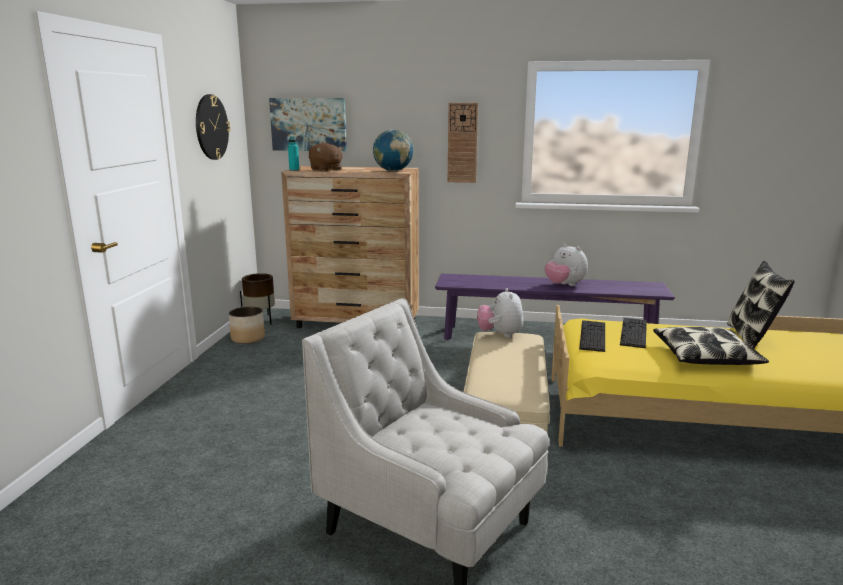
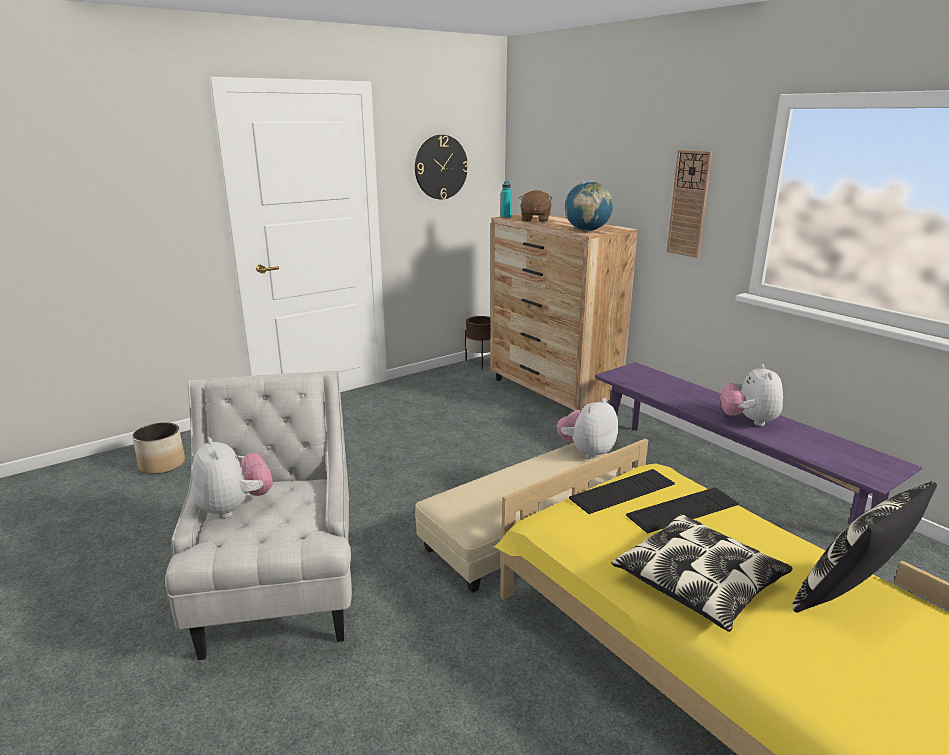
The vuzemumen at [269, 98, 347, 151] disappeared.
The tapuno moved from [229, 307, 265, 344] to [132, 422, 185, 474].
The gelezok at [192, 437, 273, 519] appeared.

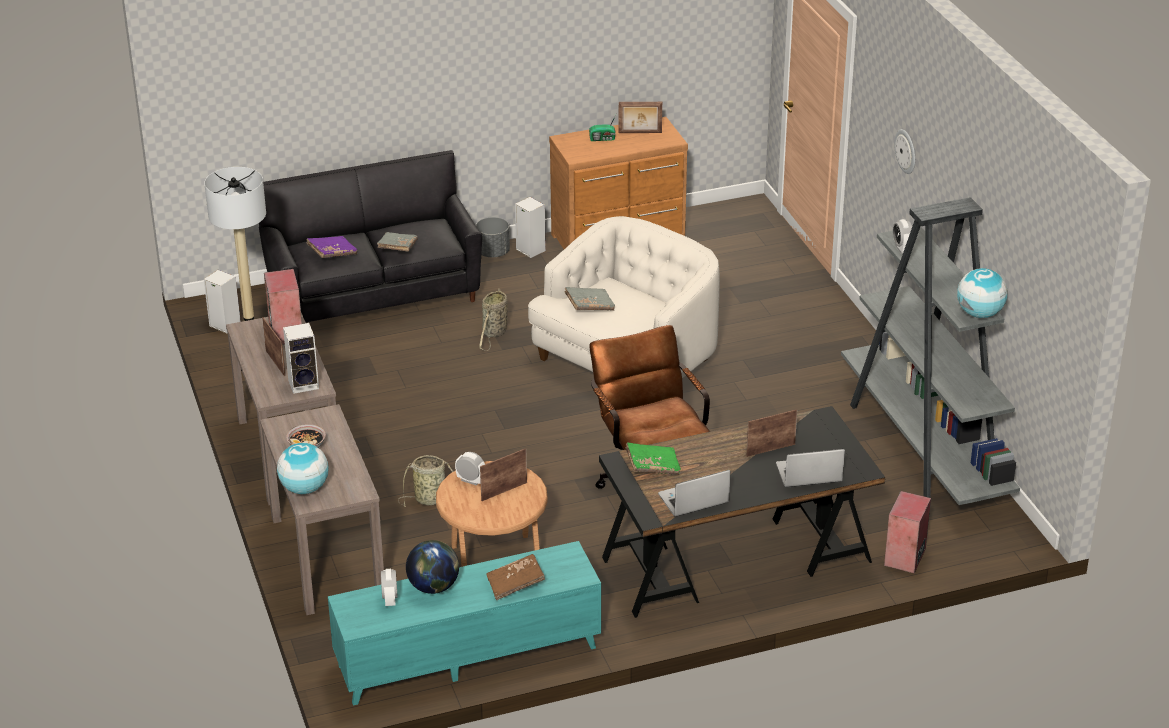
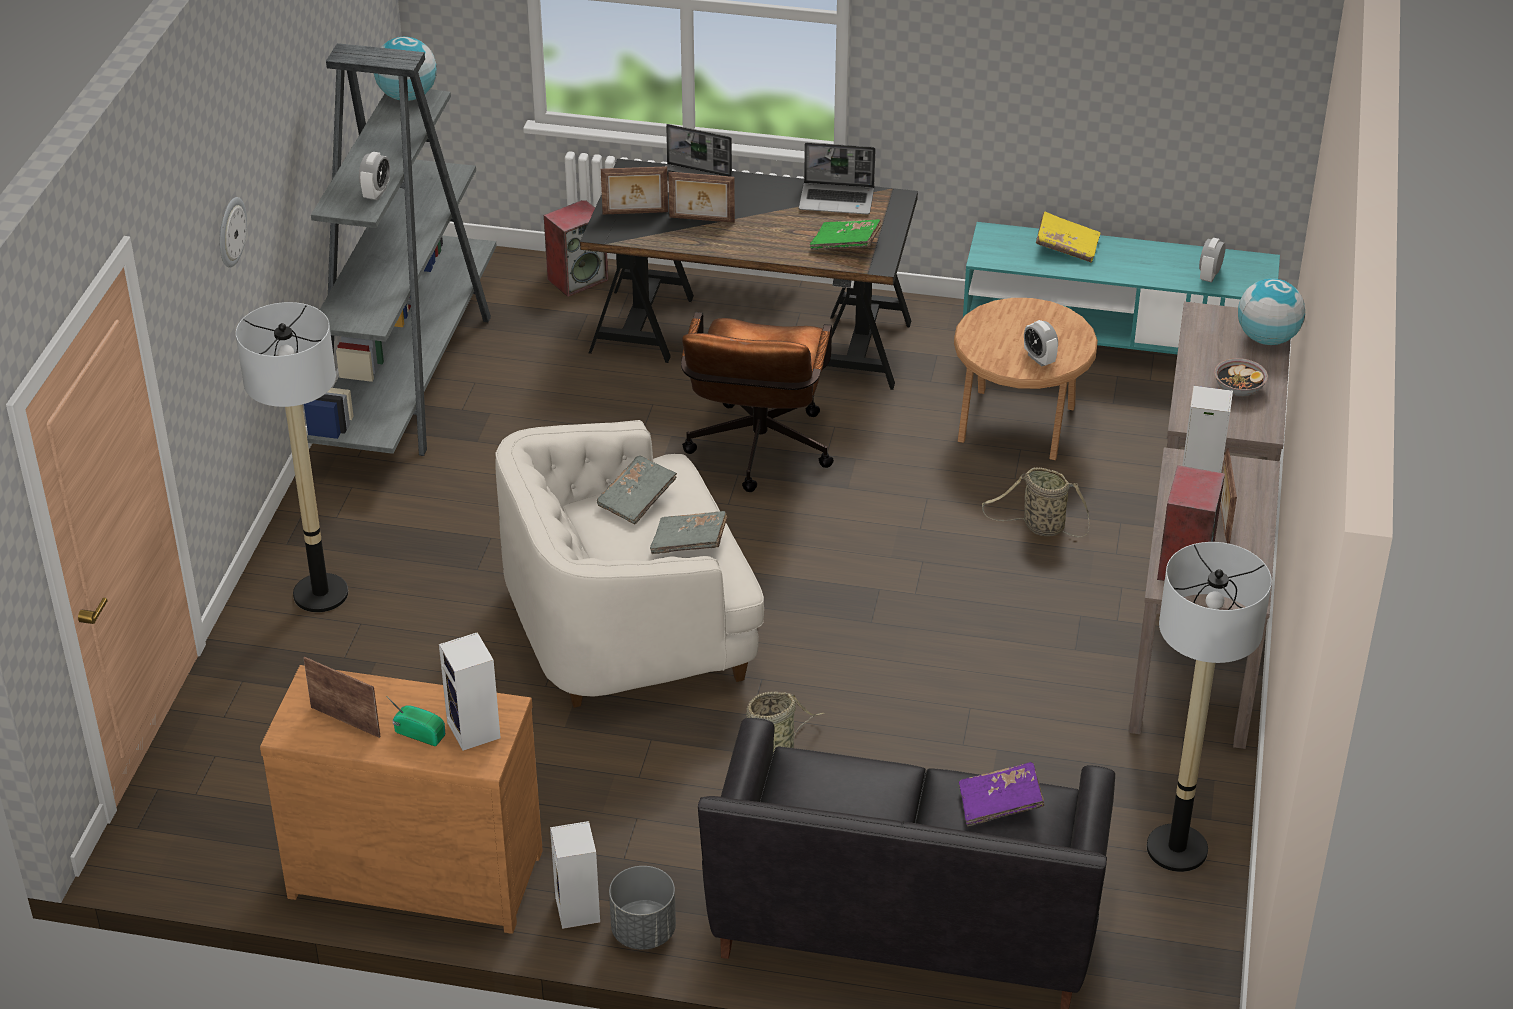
The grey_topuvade moved from [377, 232, 418, 252] to [597, 456, 677, 524].
The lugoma moved from [204, 270, 241, 334] to [439, 632, 501, 751].
The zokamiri moved from [480, 448, 527, 501] to [601, 166, 668, 214].
The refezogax at [406, 540, 459, 594] disappeared.
The brown_topuvade at [486, 554, 545, 600] became the yellow_topuvade at [1036, 211, 1100, 263].
The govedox at [236, 302, 348, 612] appeared.

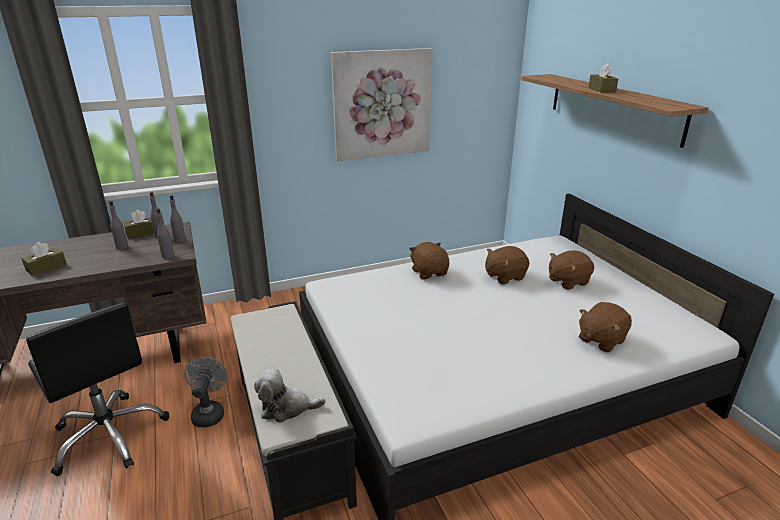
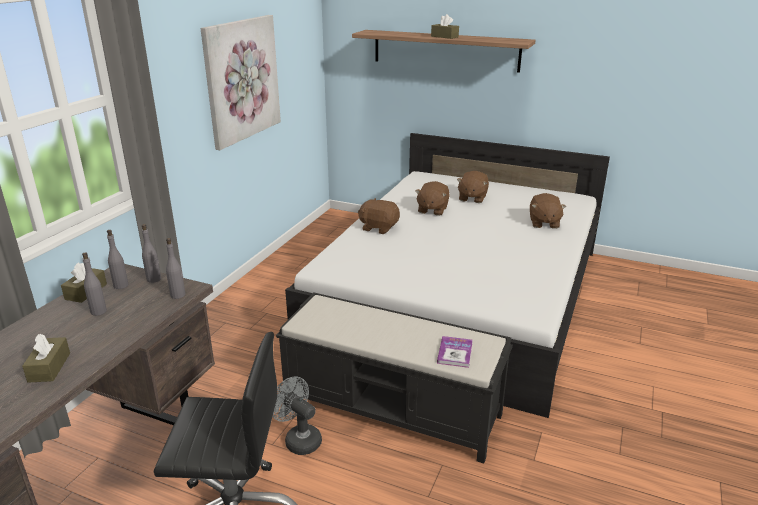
The gelezok at [254, 368, 325, 423] was replaced by the topuvade at [437, 336, 473, 368].

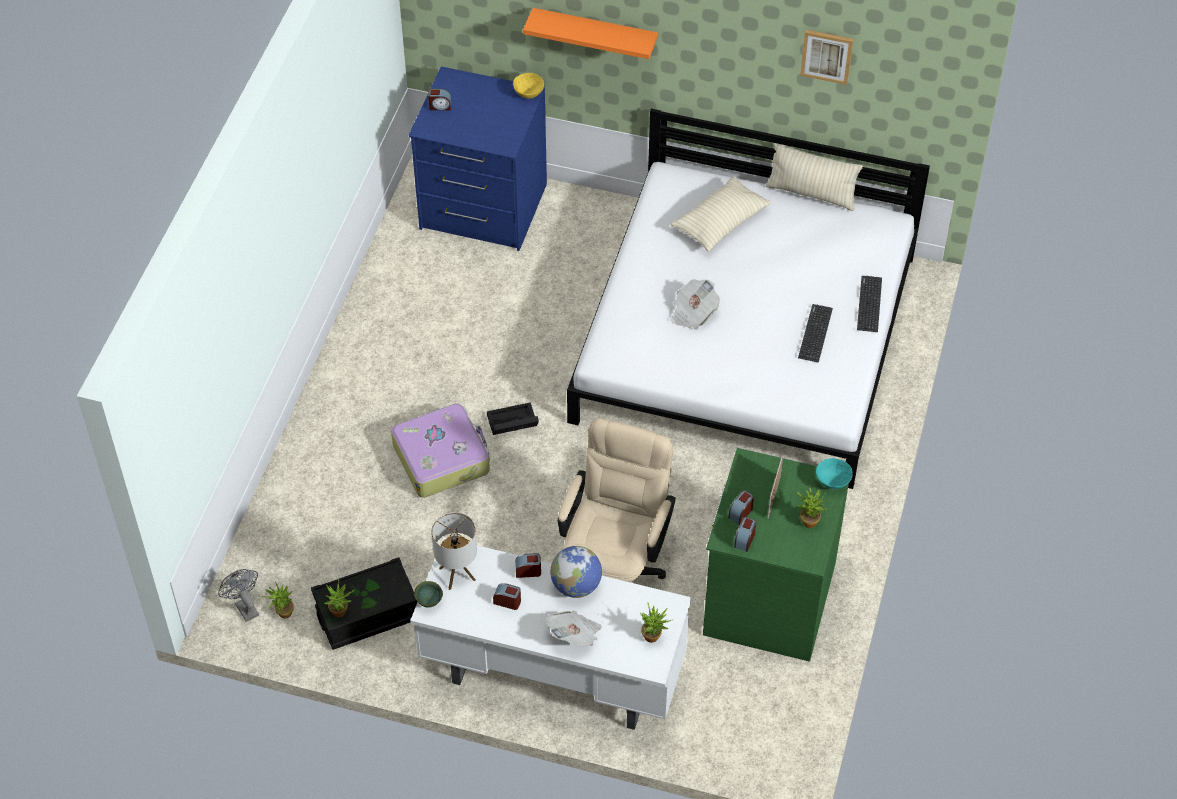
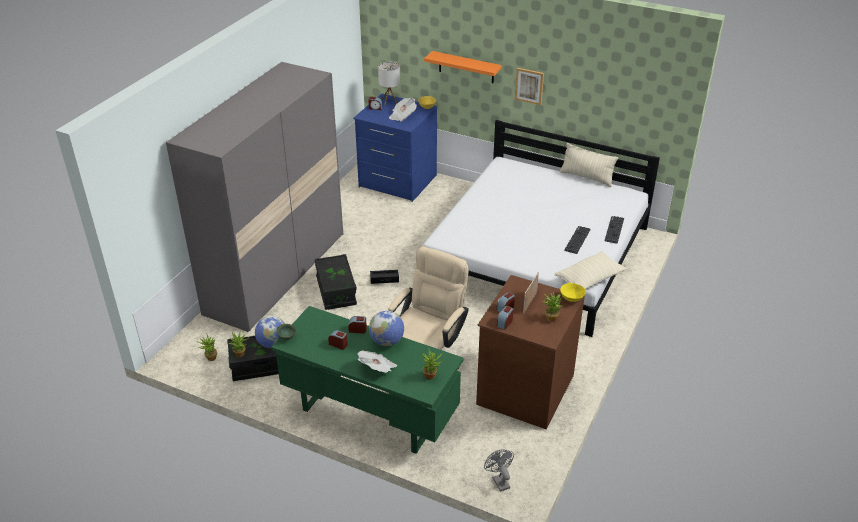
The vuzemumen moved from [800, 30, 853, 85] to [515, 68, 544, 105].
The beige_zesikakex moved from [671, 176, 771, 252] to [555, 251, 627, 289].
The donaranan moved from [671, 279, 720, 330] to [389, 98, 417, 122].
The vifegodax at [391, 403, 490, 498] was replaced by the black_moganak at [315, 254, 357, 310].
The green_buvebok at [703, 448, 849, 661] became the brown_buvebok at [476, 275, 585, 429].
The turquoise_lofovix at [816, 458, 853, 489] became the yellow_lofovix at [560, 283, 586, 302].
The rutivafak moved from [431, 512, 477, 590] to [378, 62, 400, 105].
The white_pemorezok at [410, 537, 692, 730] became the green_pemorezok at [271, 306, 463, 454].
The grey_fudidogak moved from [218, 569, 259, 622] to [484, 449, 514, 492].
The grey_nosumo at [166, 62, 343, 332] appeared.
The refezogax at [255, 316, 285, 348] appeared.

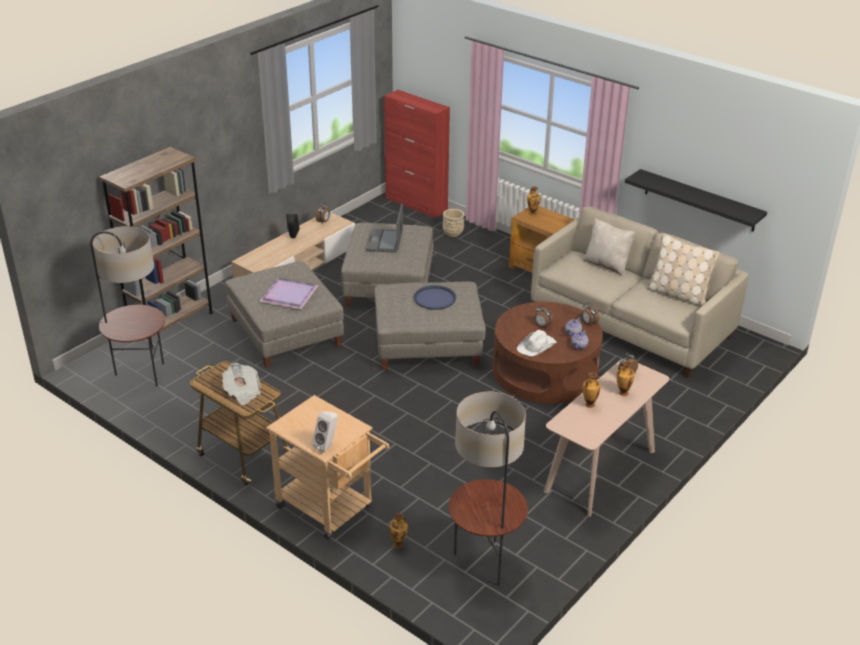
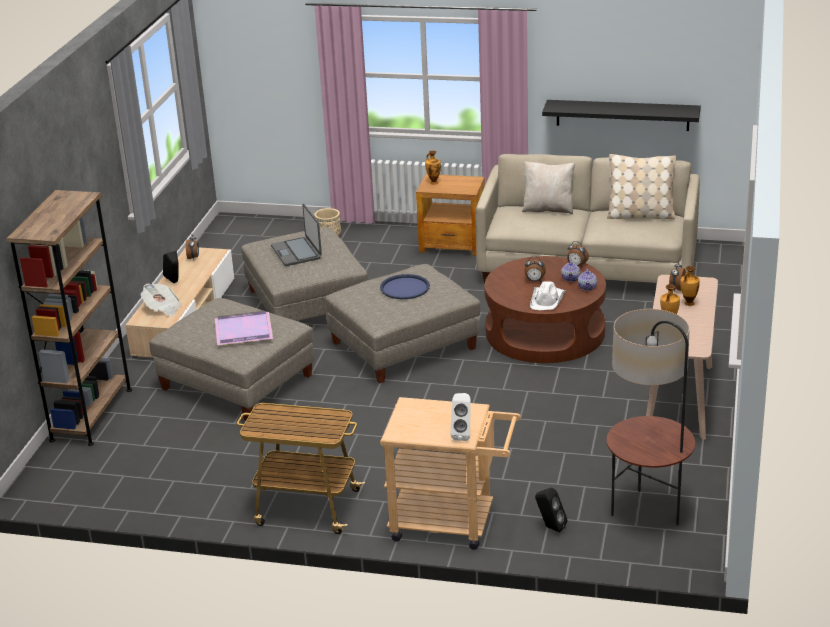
The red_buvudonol at [384, 90, 450, 218] disappeared.
The govedox at [90, 226, 165, 387] disappeared.
The donaranan moved from [222, 363, 261, 405] to [141, 283, 182, 316].
The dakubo at [390, 513, 408, 548] was replaced by the black_lugoma at [535, 488, 567, 533].

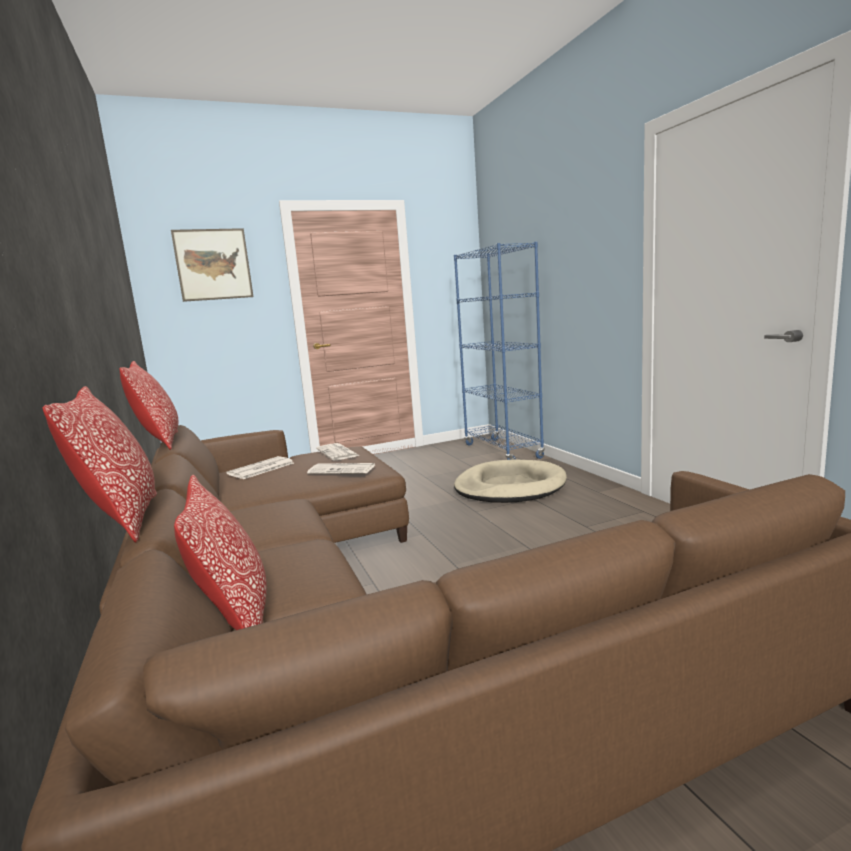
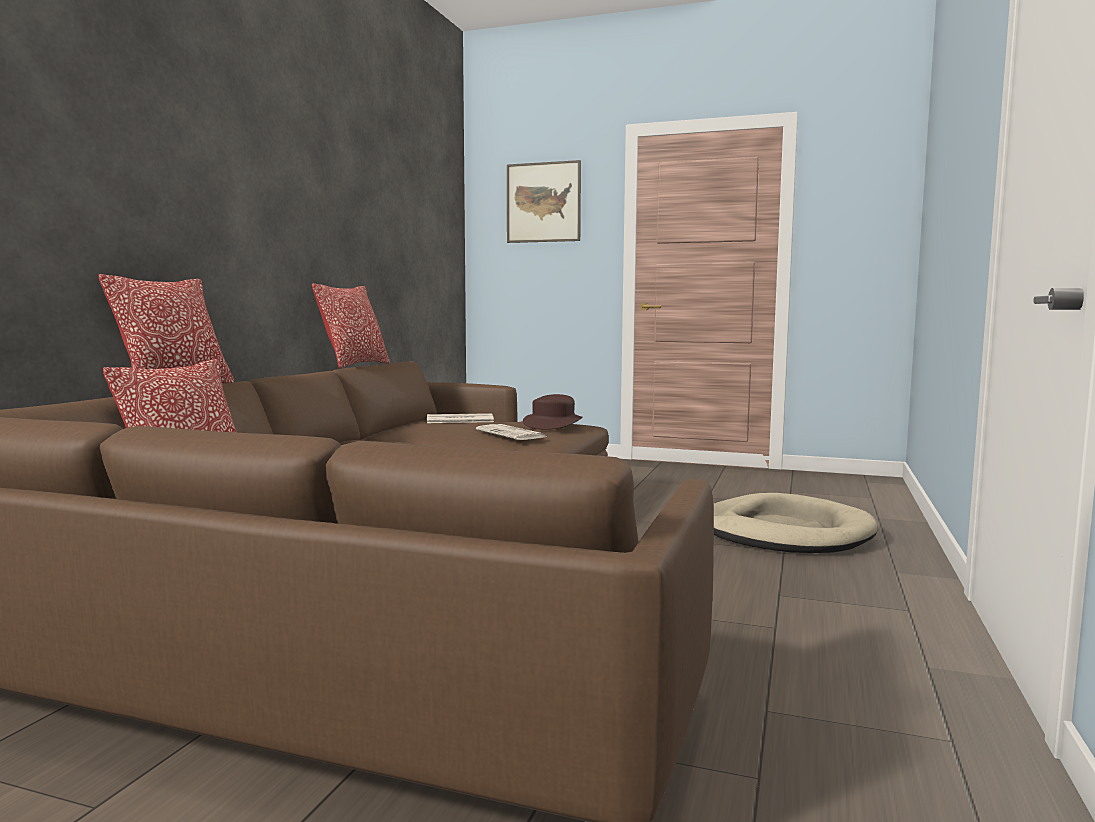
The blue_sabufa at [454, 242, 545, 460] disappeared.
The donaranan at [316, 443, 360, 460] was replaced by the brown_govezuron at [523, 394, 583, 430].

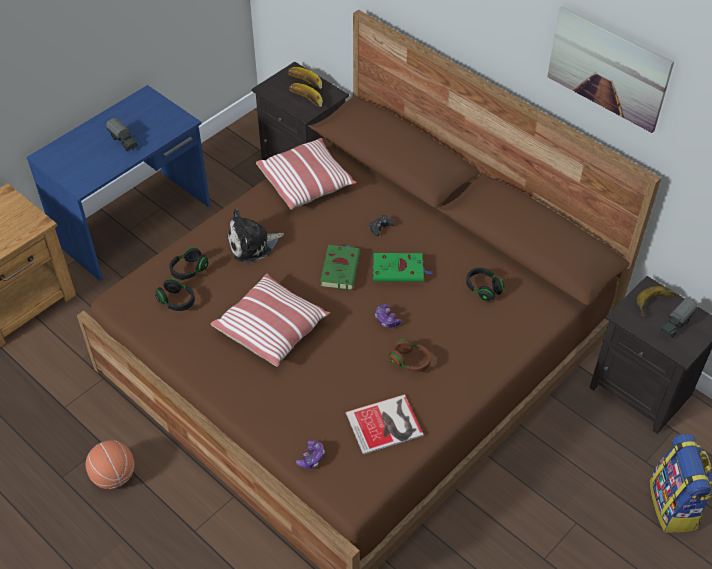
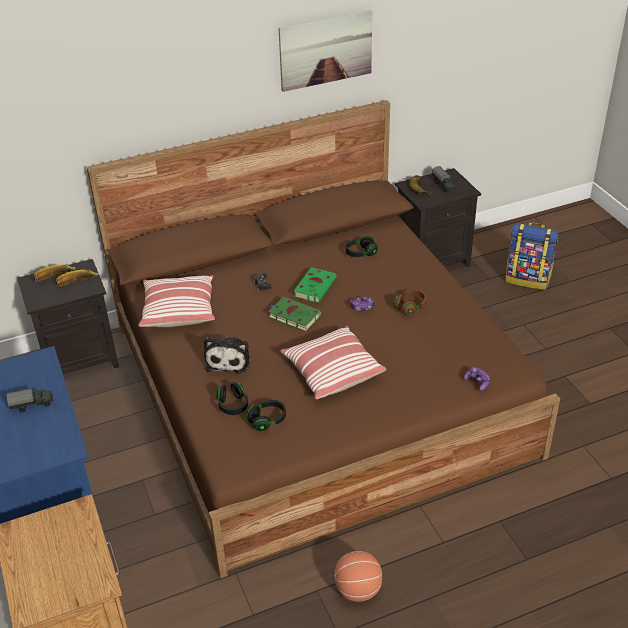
The topuvade at [346, 394, 424, 455] disappeared.

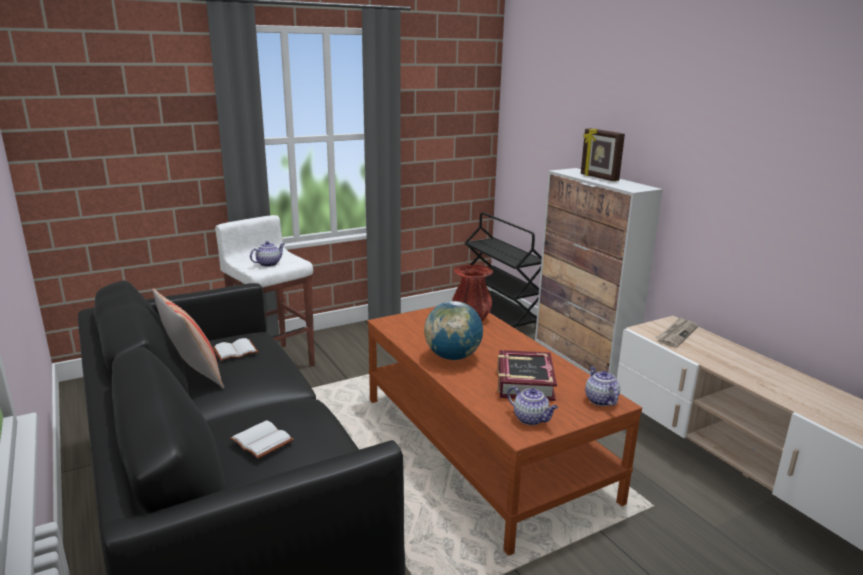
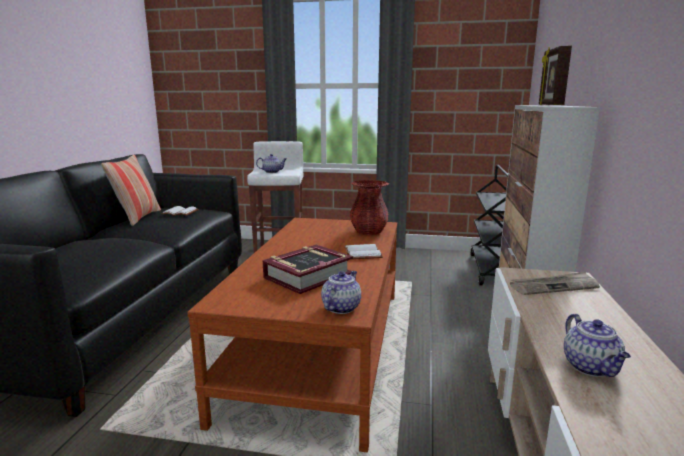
The refezogax at [424, 301, 483, 360] disappeared.
The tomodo moved from [507, 386, 558, 425] to [564, 314, 631, 377].
The white_topuvade moved from [230, 420, 294, 459] to [344, 244, 383, 260].

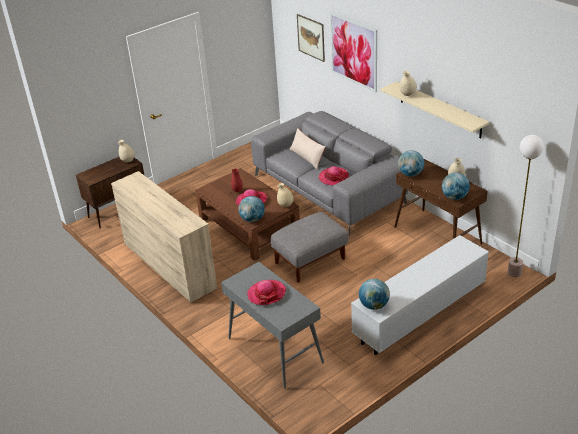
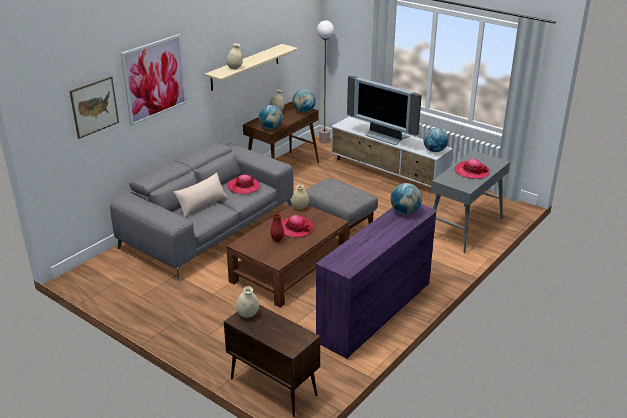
The beige_buvebok at [111, 171, 217, 303] became the purple_buvebok at [315, 204, 437, 359].
The refezogax moved from [238, 196, 265, 222] to [391, 183, 422, 214].
The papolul at [347, 76, 422, 146] appeared.

